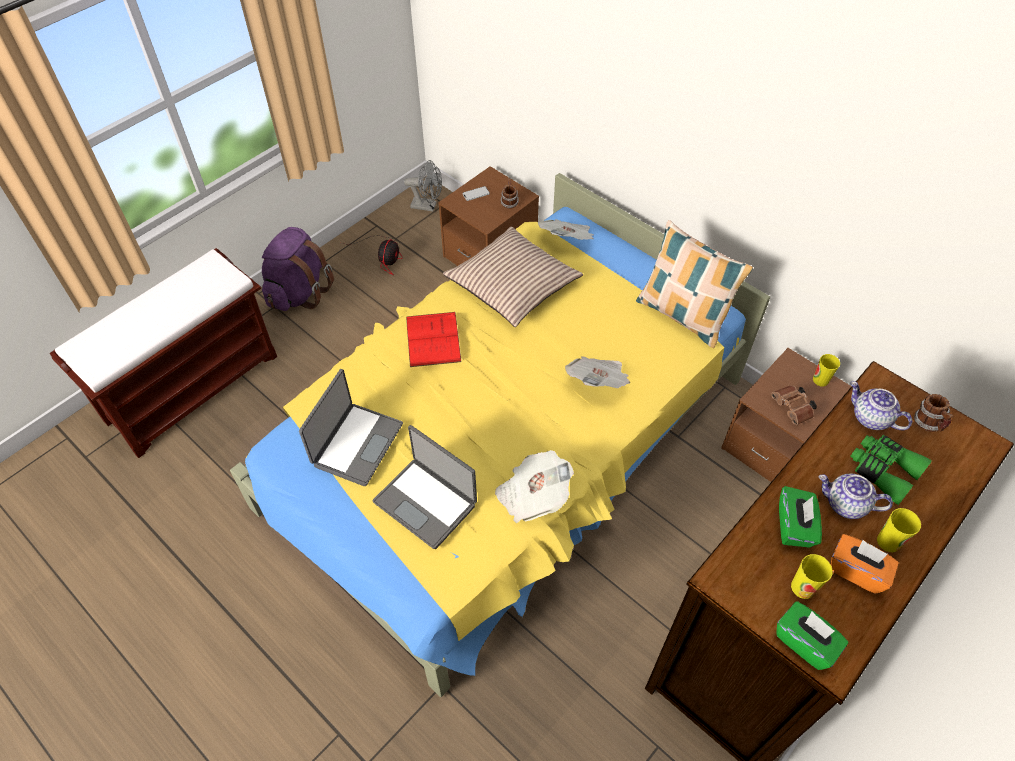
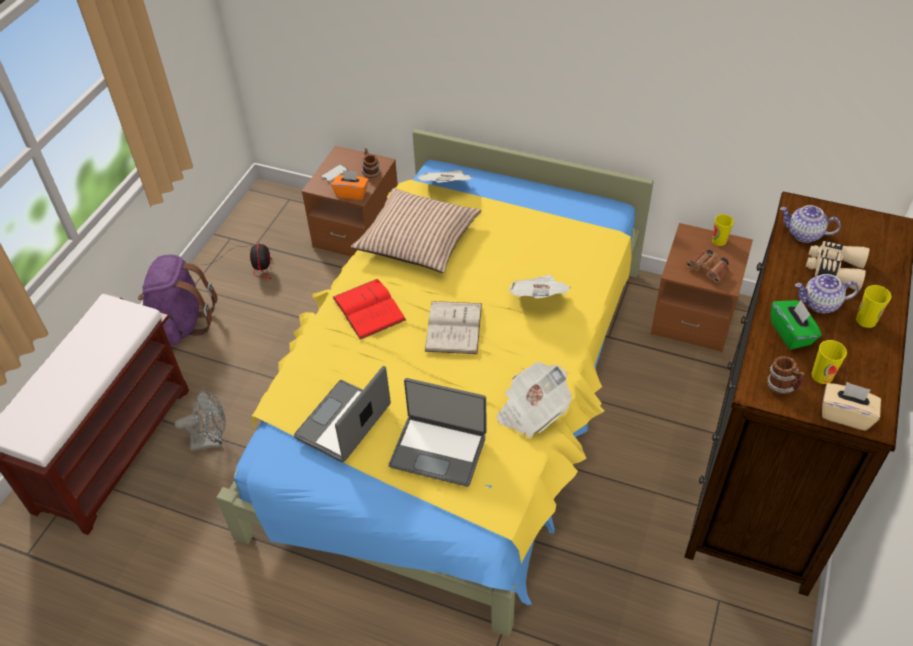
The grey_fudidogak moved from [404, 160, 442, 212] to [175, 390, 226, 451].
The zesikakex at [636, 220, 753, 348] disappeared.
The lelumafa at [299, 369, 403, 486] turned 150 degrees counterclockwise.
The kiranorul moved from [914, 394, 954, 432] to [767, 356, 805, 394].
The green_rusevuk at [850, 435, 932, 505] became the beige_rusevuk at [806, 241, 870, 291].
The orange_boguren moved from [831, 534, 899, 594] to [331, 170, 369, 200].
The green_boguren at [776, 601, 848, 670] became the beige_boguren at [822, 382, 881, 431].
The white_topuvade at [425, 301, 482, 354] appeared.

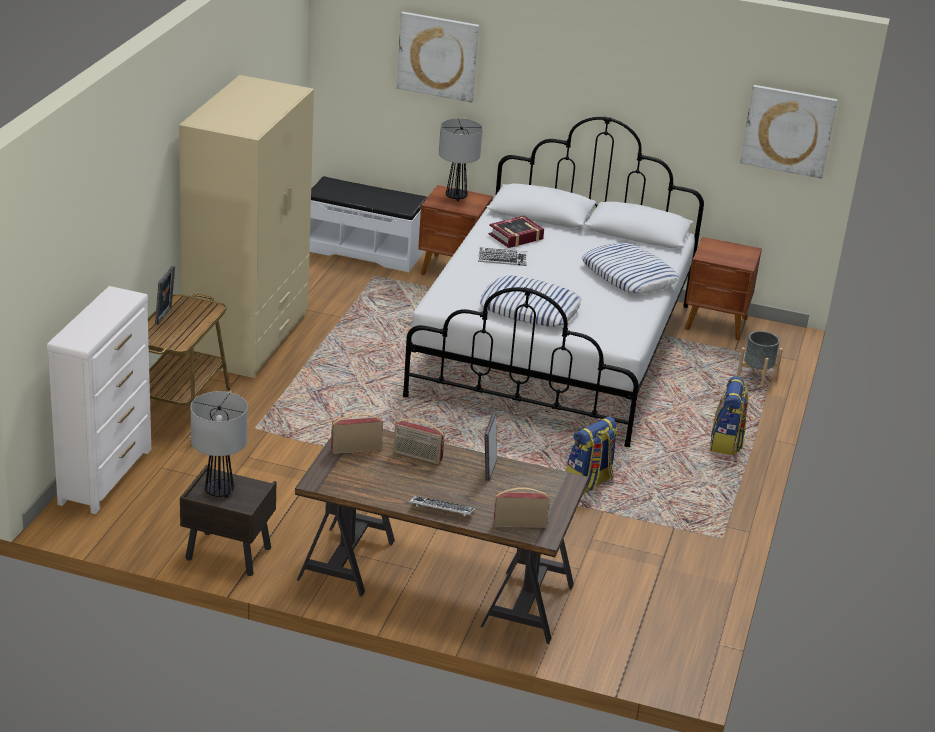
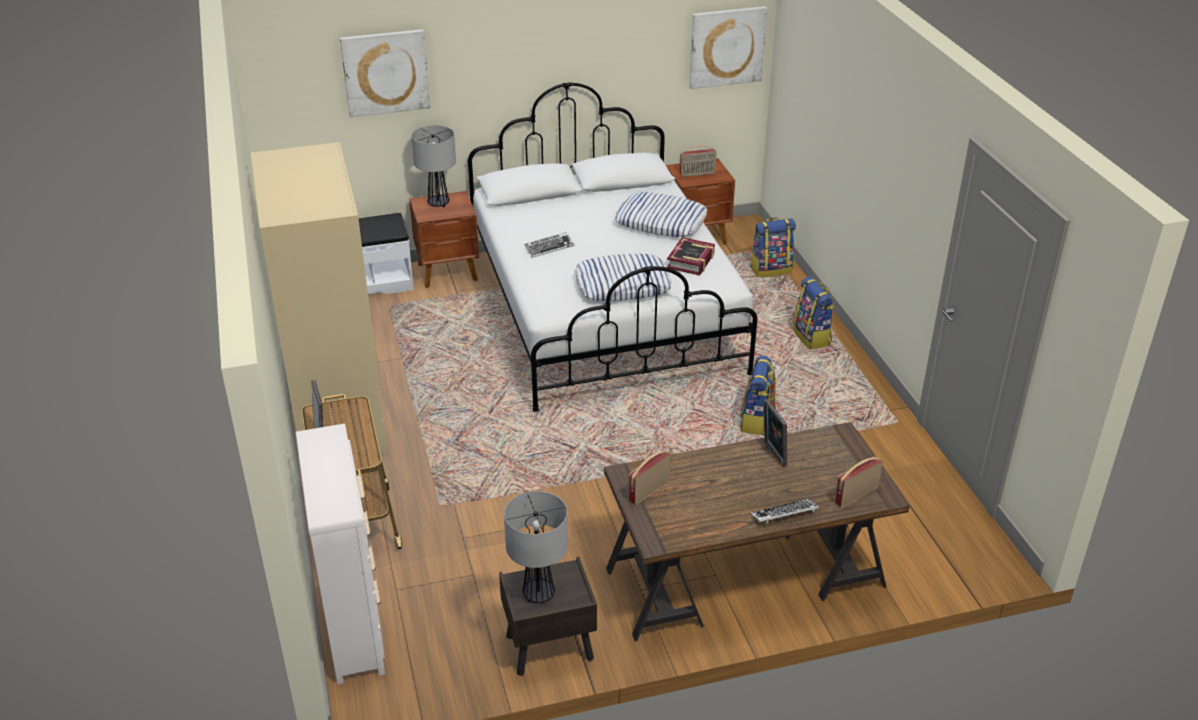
The topuvade moved from [489, 216, 544, 248] to [667, 237, 715, 275].
The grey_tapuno at [737, 331, 783, 387] was replaced by the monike at [750, 217, 796, 277].
The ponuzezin moved from [393, 418, 445, 464] to [679, 145, 716, 177].

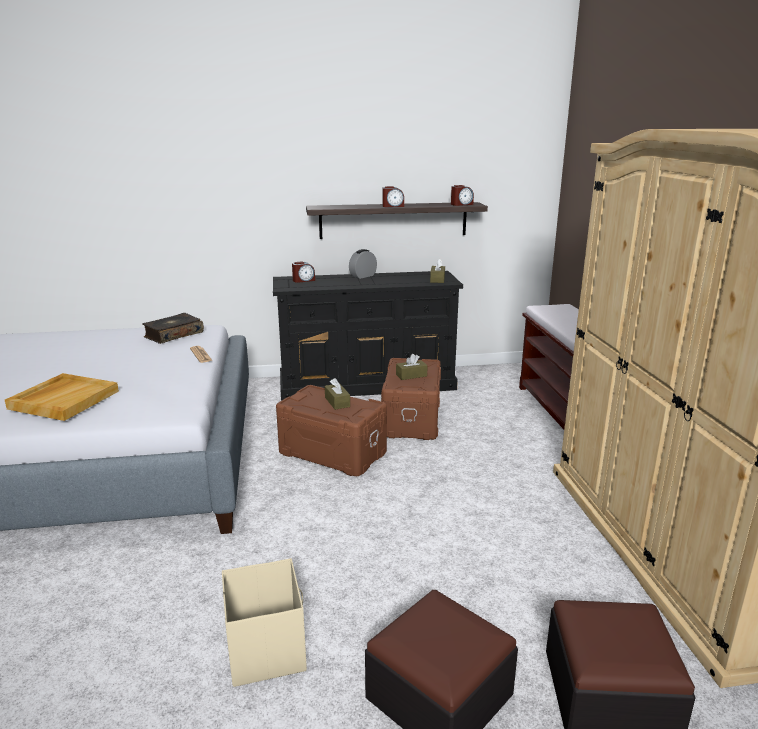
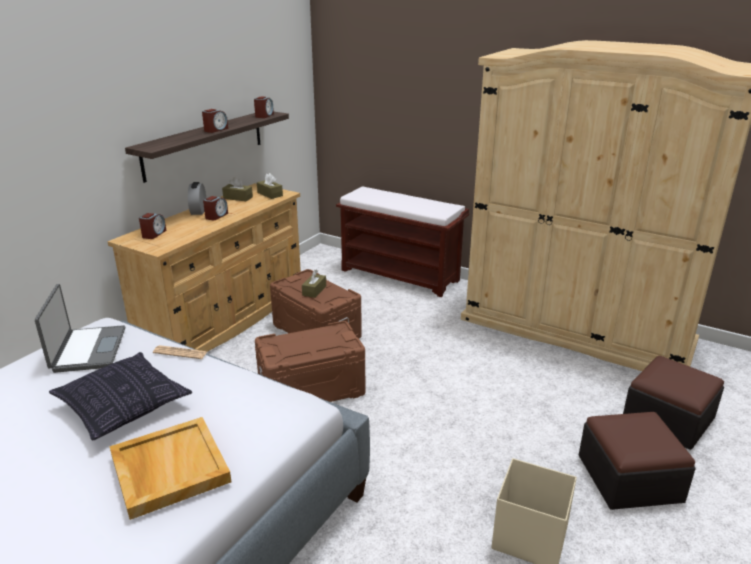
The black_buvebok at [273, 271, 463, 401] became the beige_buvebok at [107, 183, 301, 352].
The topuvade at [142, 313, 204, 344] was replaced by the lelumafa at [35, 284, 126, 373].
The brown_boguren moved from [325, 378, 350, 410] to [222, 177, 253, 201].
The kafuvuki at [203, 196, 228, 220] appeared.
The zesikakex at [49, 352, 192, 440] appeared.

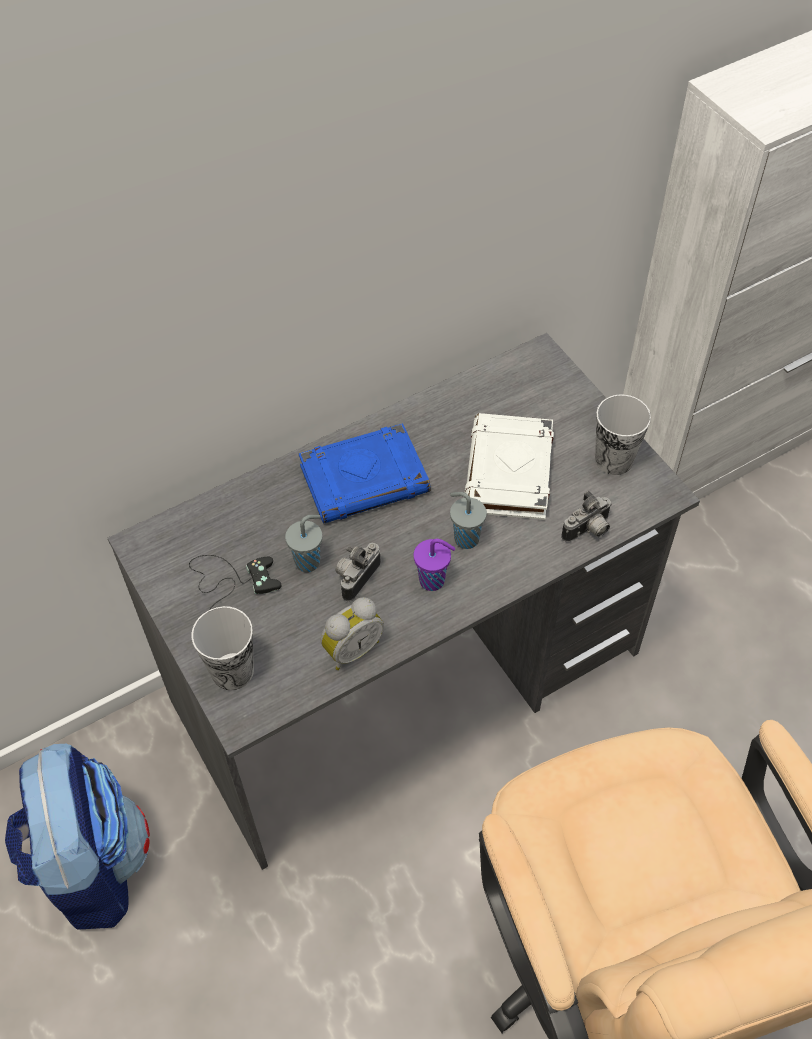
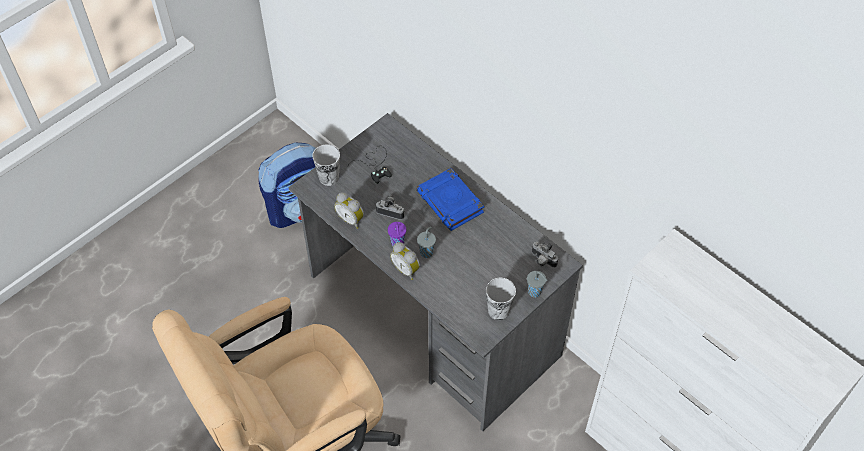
The white_topuvade at [464, 413, 554, 520] disappeared.
The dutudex moved from [561, 491, 612, 542] to [532, 242, 558, 268].
The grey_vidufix moved from [285, 515, 322, 572] to [527, 271, 548, 298].
The kafuvuki at [390, 242, 420, 280] appeared.

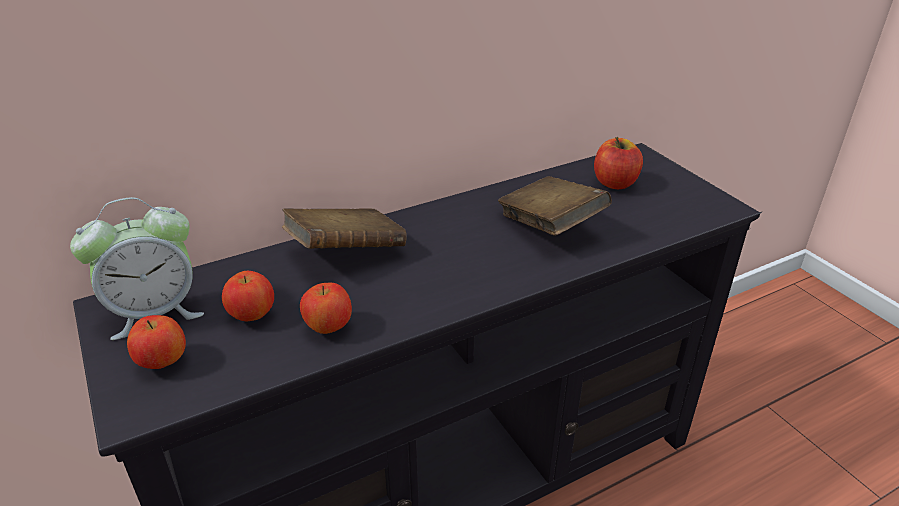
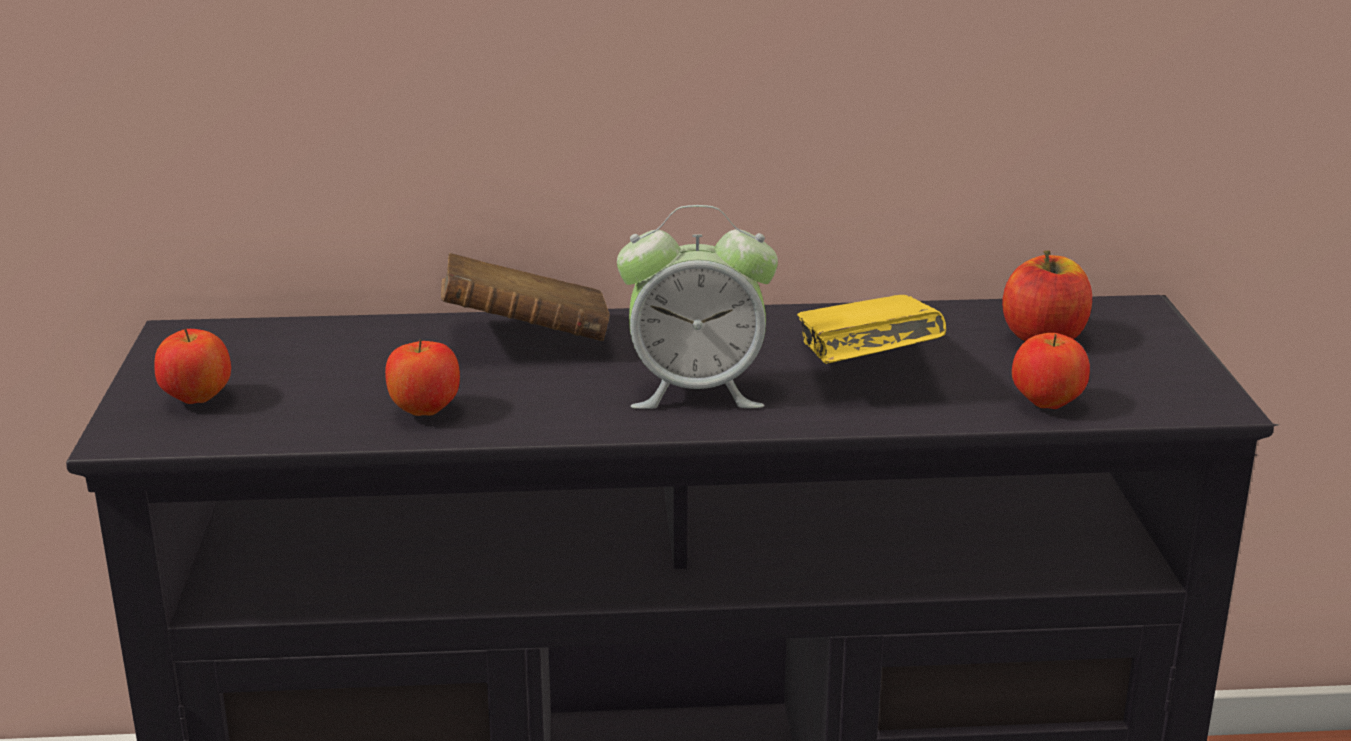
The brown_topuvade at [498, 176, 612, 236] became the yellow_topuvade at [797, 295, 946, 364].
The kafuvuki moved from [70, 197, 204, 340] to [617, 205, 778, 409].
The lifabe moved from [222, 271, 274, 321] to [1012, 333, 1090, 409].

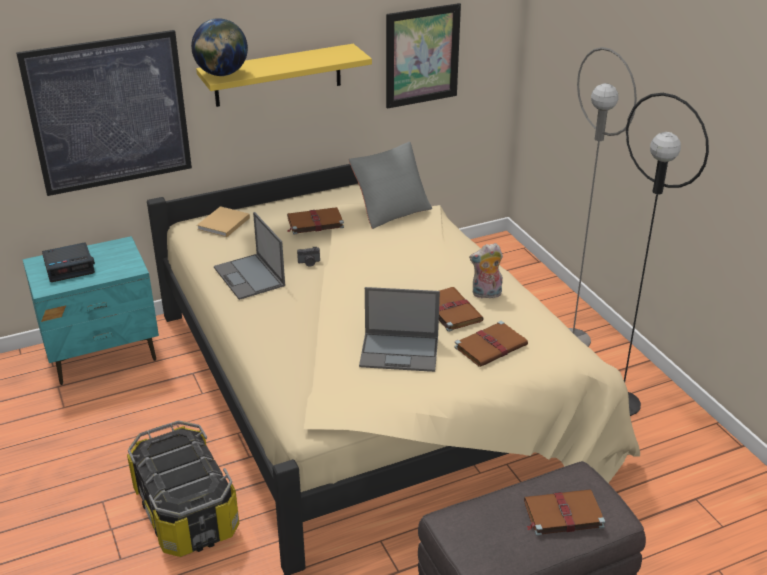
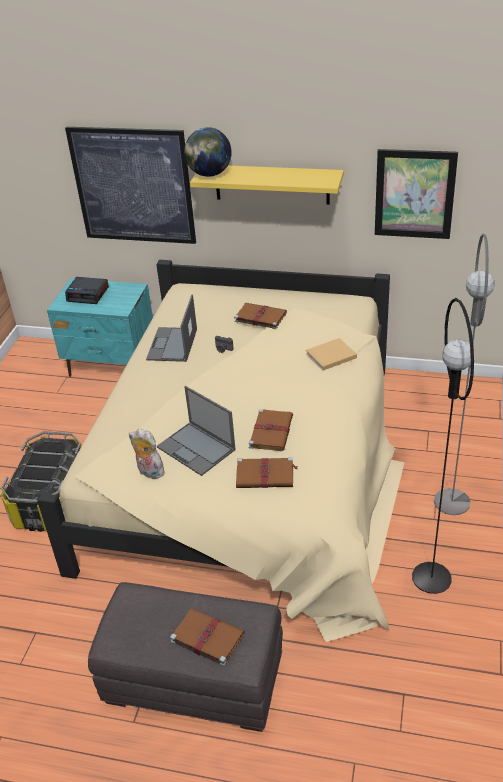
The grey_zesikakex at [349, 142, 432, 229] disappeared.
The beige_topuvade moved from [197, 206, 250, 237] to [306, 338, 357, 371].
The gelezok moved from [469, 243, 503, 299] to [129, 429, 166, 479].

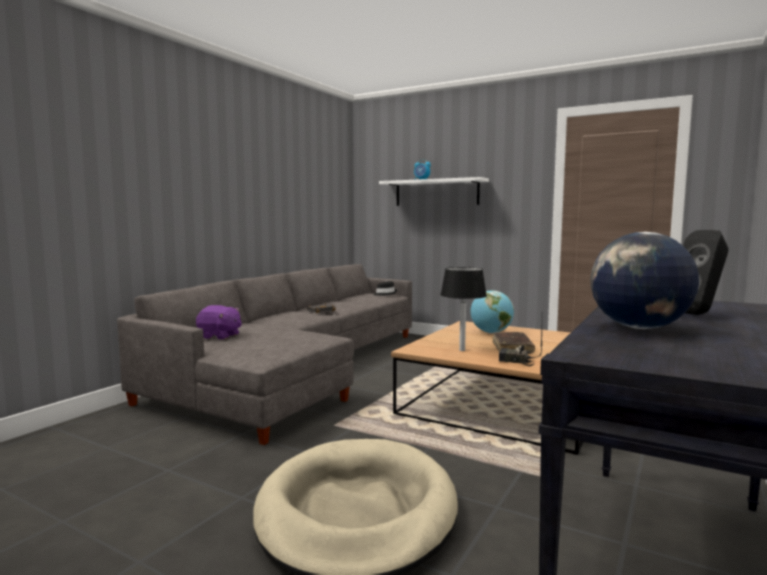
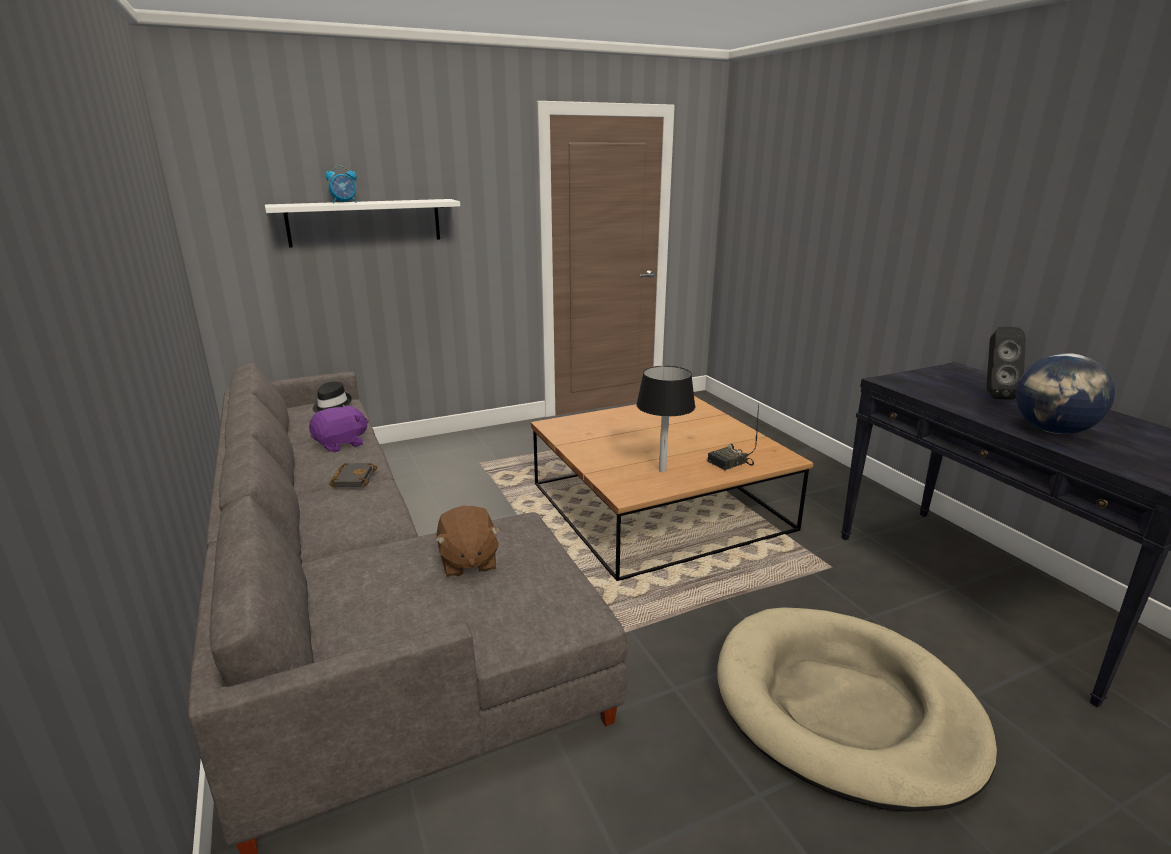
The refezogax at [471, 290, 514, 333] disappeared.
The purple_gelezok moved from [196, 305, 242, 340] to [309, 405, 369, 452].
The brown_topuvade at [493, 332, 535, 353] disappeared.
The brown_gelezok at [435, 506, 501, 577] appeared.

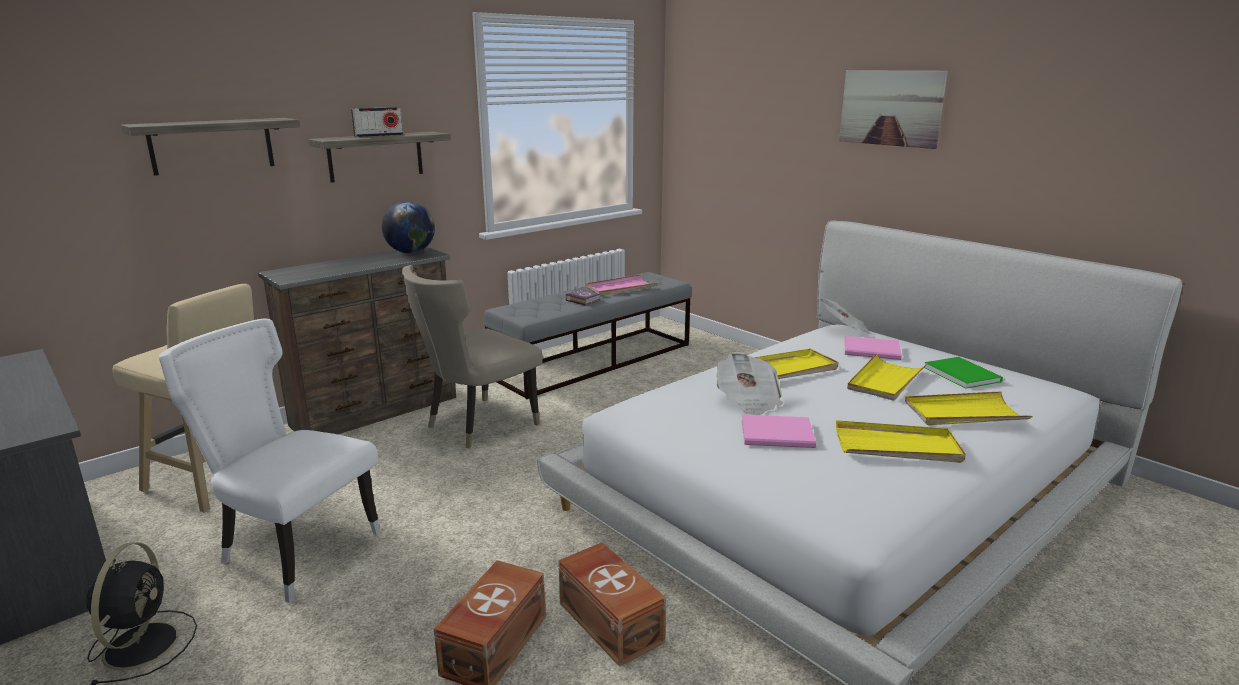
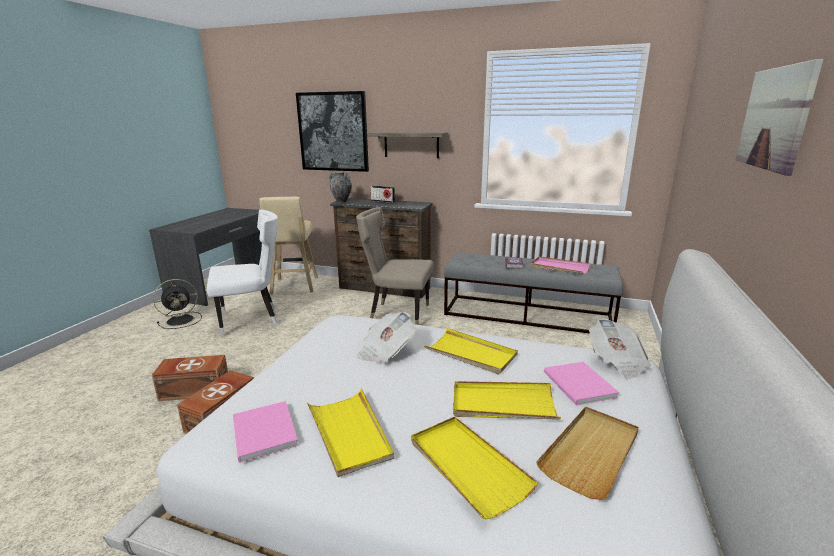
The ponuzezin moved from [351, 107, 403, 137] to [370, 186, 395, 203].
The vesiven at [121, 118, 300, 176] was replaced by the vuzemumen at [296, 91, 369, 172].
The refezogax at [382, 201, 435, 253] disappeared.
The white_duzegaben at [159, 318, 381, 603] turned 75 degrees clockwise.
The green_topuvade at [925, 357, 1003, 389] was replaced by the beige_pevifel at [536, 407, 639, 500].
The pink_topuvade moved from [741, 415, 816, 448] to [233, 401, 298, 463].
The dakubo at [329, 171, 352, 203] appeared.

